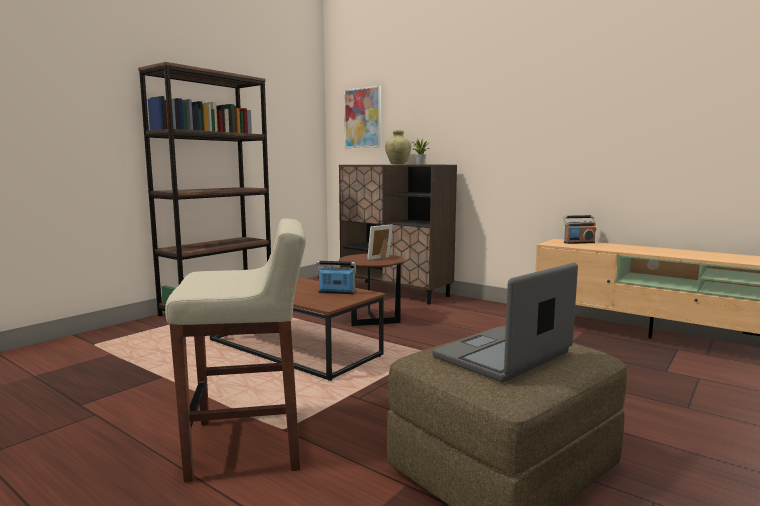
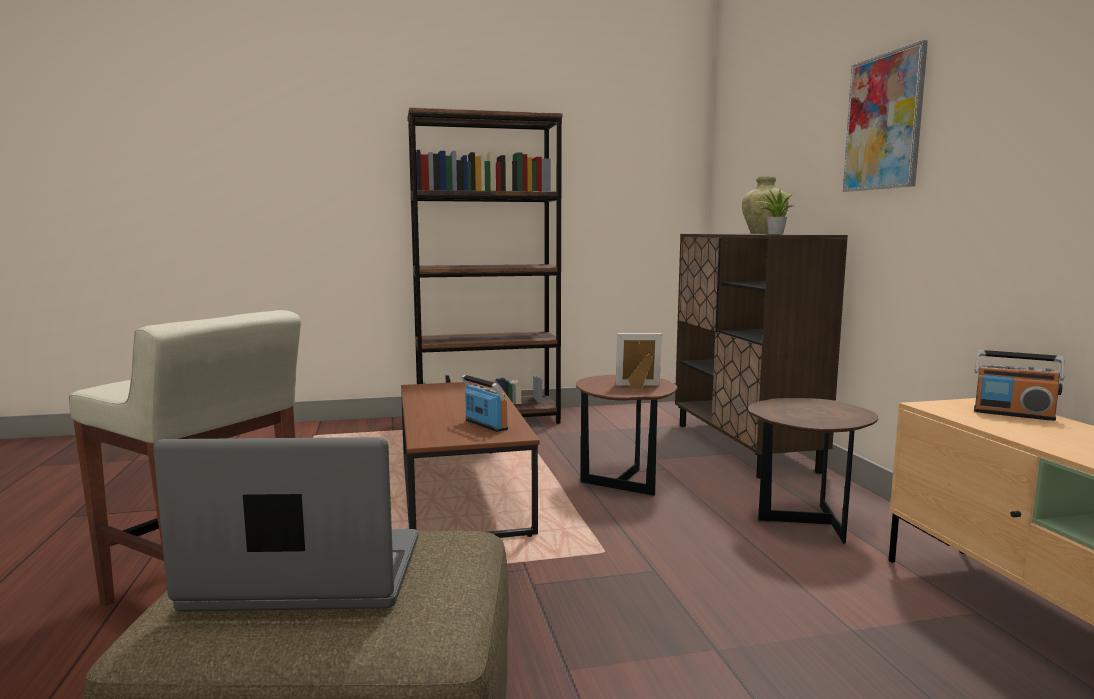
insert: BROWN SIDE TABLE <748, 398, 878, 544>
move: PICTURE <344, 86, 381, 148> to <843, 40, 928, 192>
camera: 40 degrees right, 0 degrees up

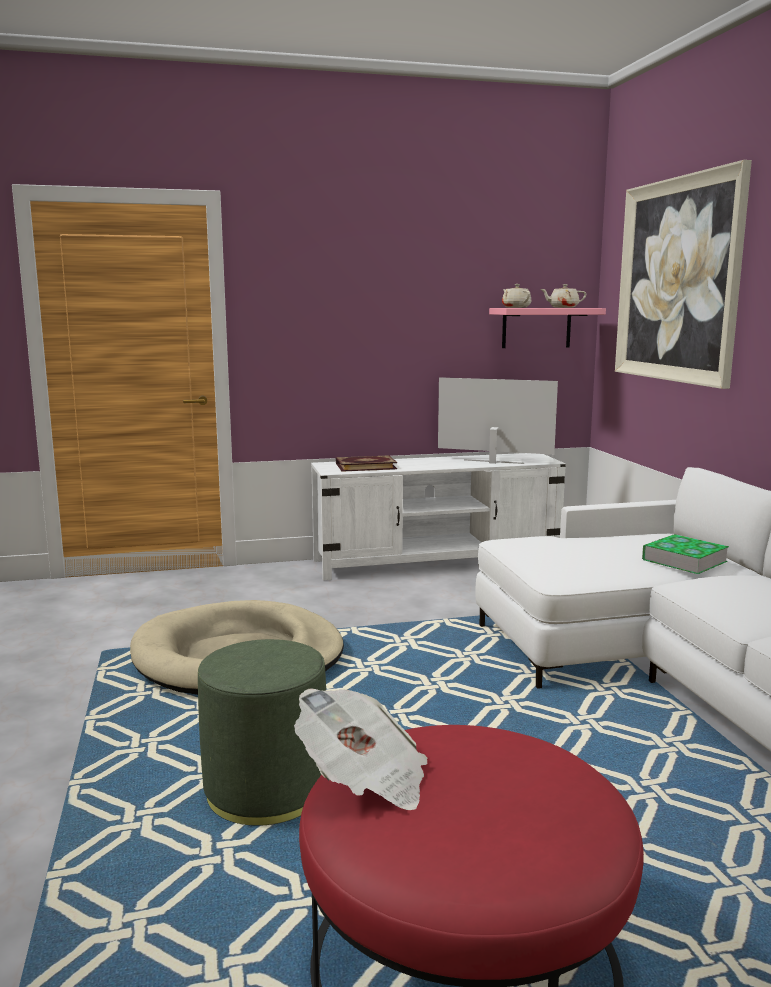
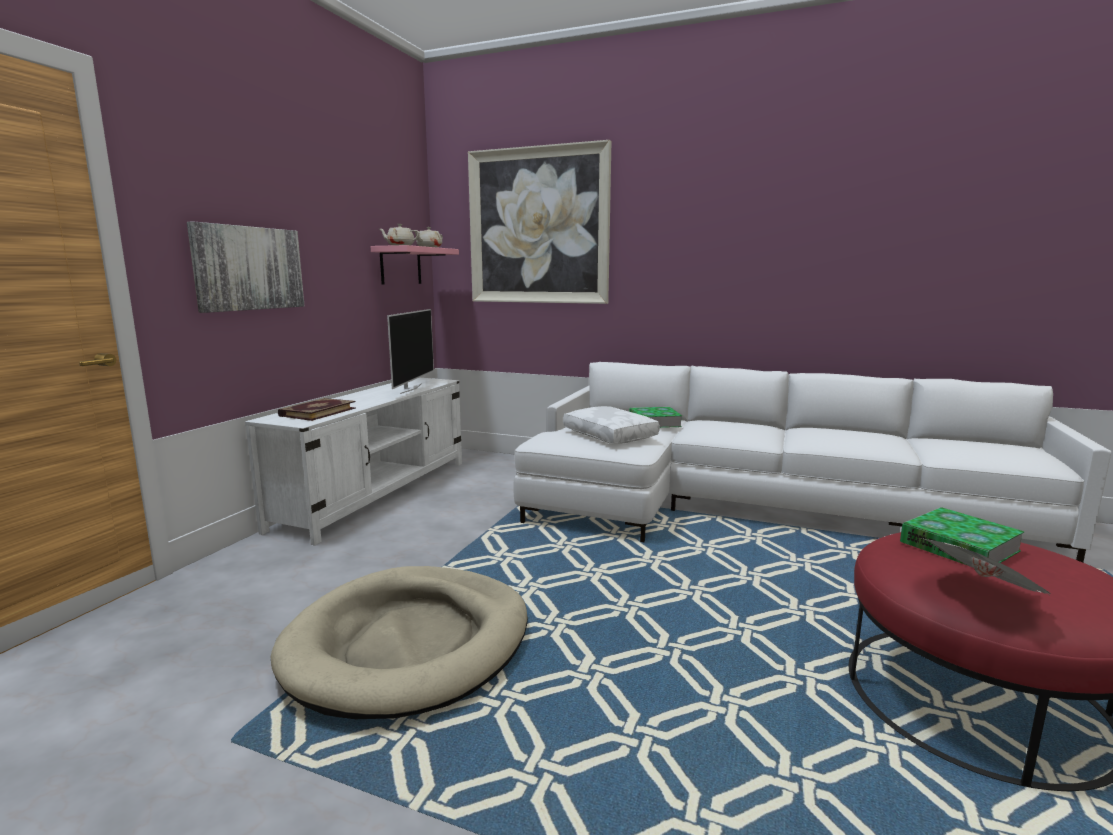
delete: GREEN OTTOMAN <198, 639, 326, 826>
insert: PICTURE <187, 221, 304, 313>; WHITE PILLOW <563, 406, 660, 444>; BOOK <900, 507, 1025, 565>
rotate: TELEVISION <438, 377, 558, 464> = <387, 309, 434, 394> 135 degrees clockwise
camera: 55 degrees left, 0 degrees up

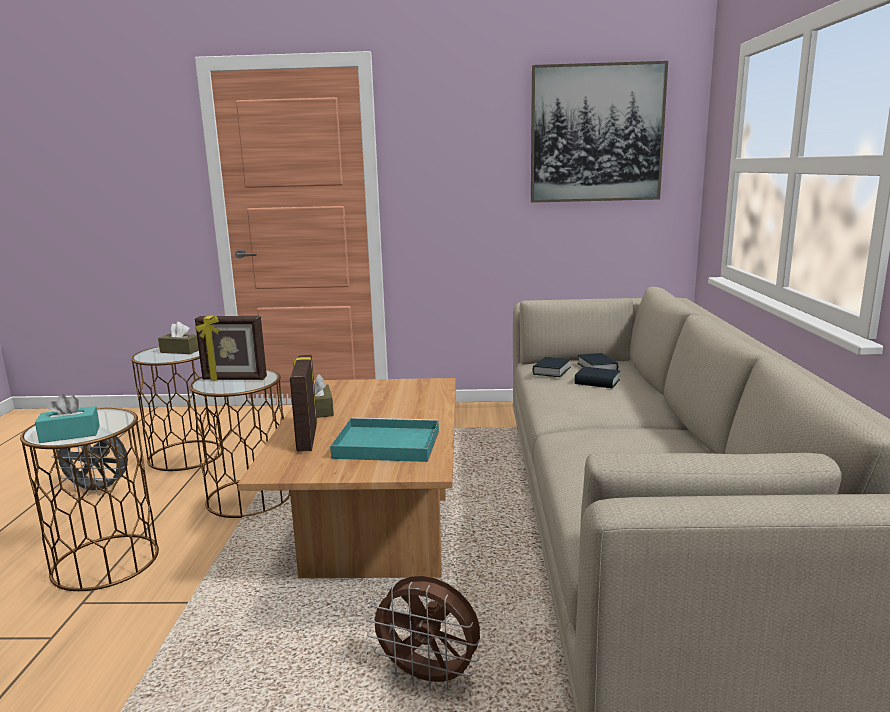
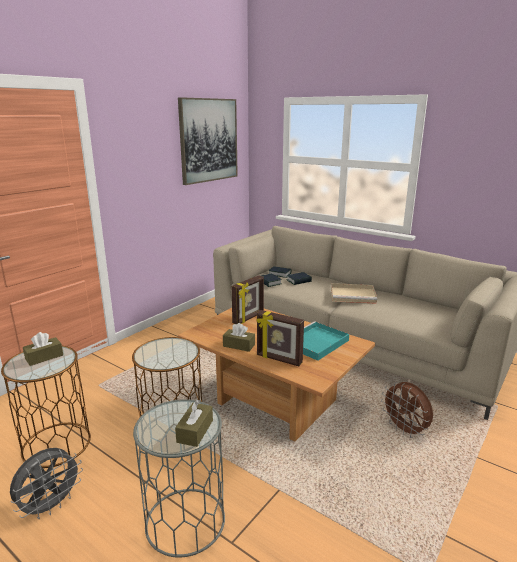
insert: BEIGE TRAY <331, 283, 377, 304>
move: PICTURE FRAME <195, 316, 267, 381> to <232, 275, 264, 324>
recolor: BROWN SIDE TABLE <20, 408, 159, 591> to GREY SIDE TABLE <133, 399, 225, 557>; TURQUOISE TISSUE BOX <35, 394, 100, 443> to BROWN TISSUE BOX <175, 399, 213, 447>
rotate: BROWN FAN <366, 576, 480, 691> = <381, 382, 433, 438> 90 degrees clockwise
camera: 55 degrees left, 5 degrees up

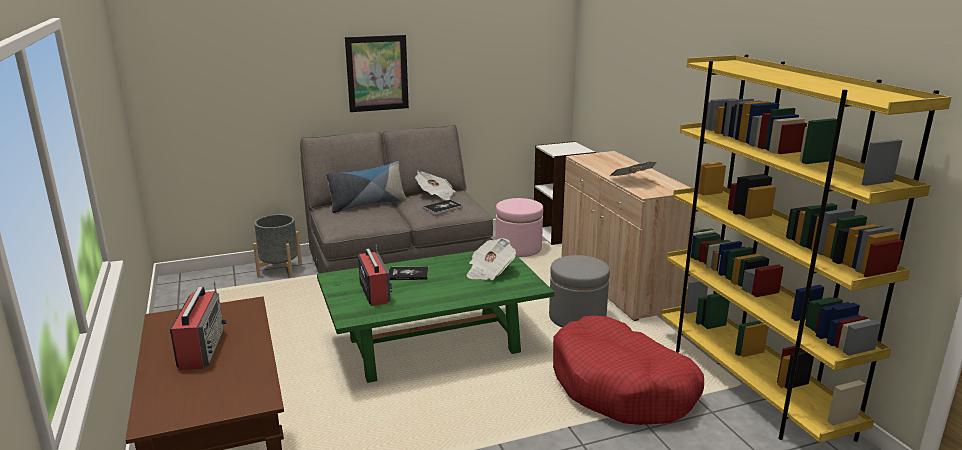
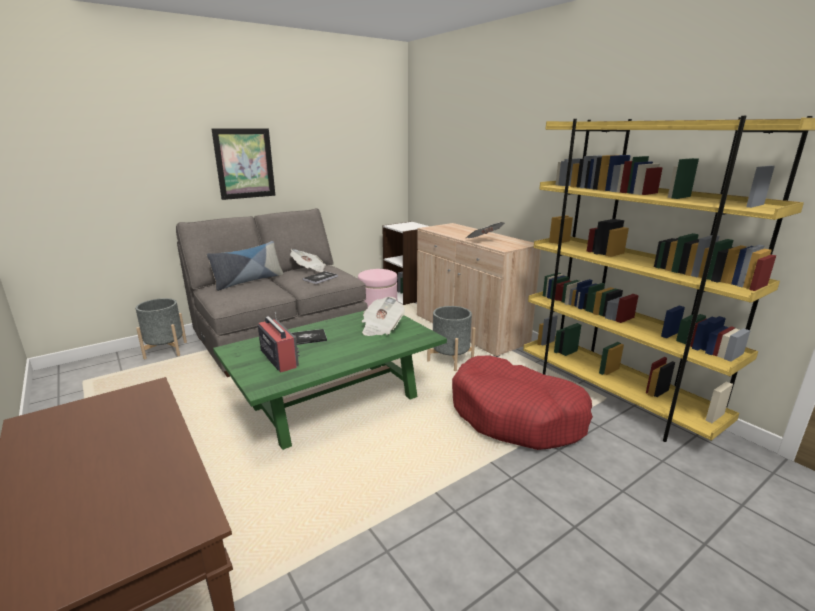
delete: RADIO <170, 282, 227, 370>
replace: GREY OTTOMAN <549, 255, 610, 327> to GREY PLANTER <427, 306, 476, 371>
camera: 15 degrees left, 0 degrees up

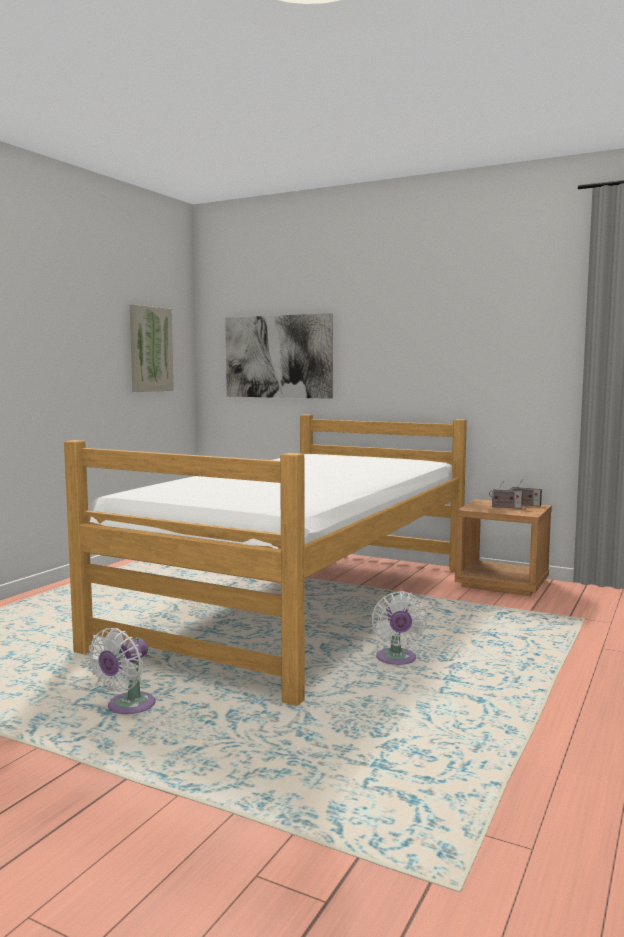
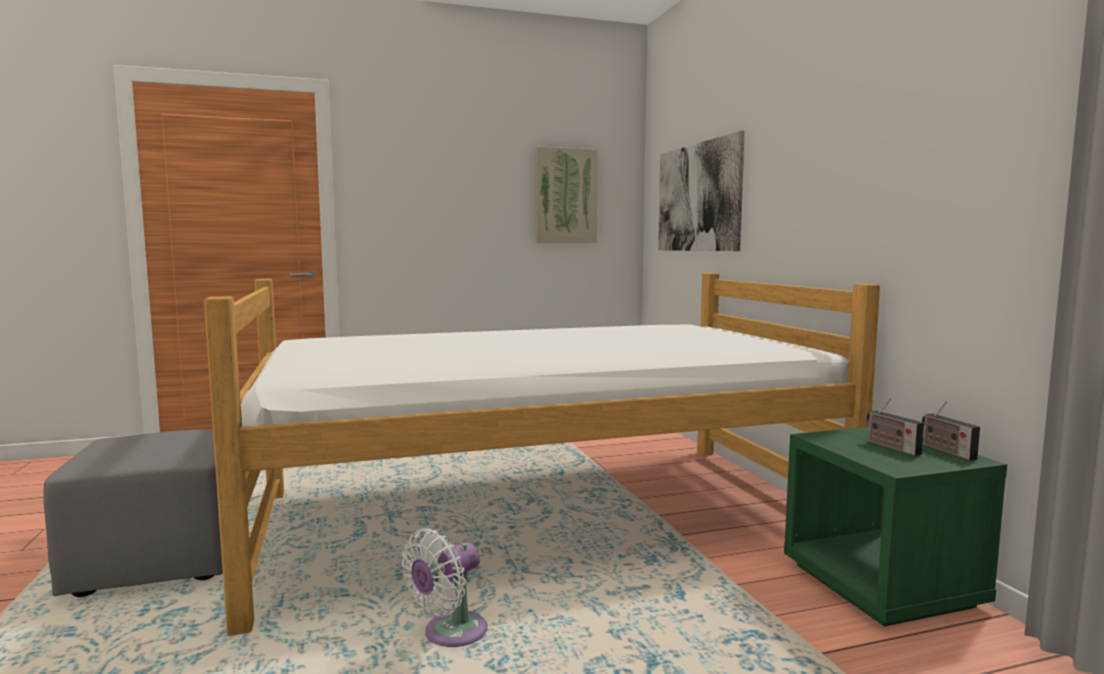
replace: WHITE FAN <88, 628, 156, 714> to GREY OTTOMAN <43, 429, 223, 597>
recolor: BROWN NIGHTSTAND <455, 499, 552, 596> to GREEN NIGHTSTAND <784, 427, 1007, 626>
camera: 45 degrees right, 0 degrees up

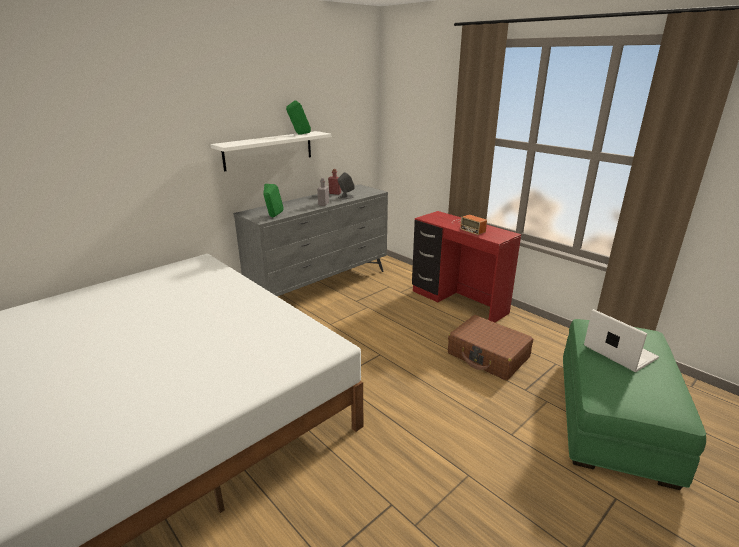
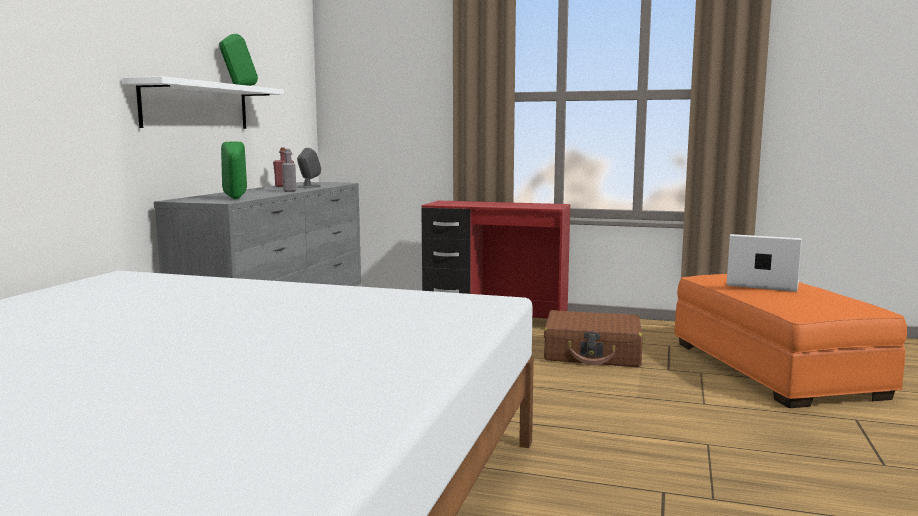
delete: RADIO <452, 215, 487, 235>
recolor: GREEN OTTOMAN <563, 319, 706, 490> to ORANGE OTTOMAN <674, 274, 907, 408>
camera: 30 degrees left, 15 degrees down

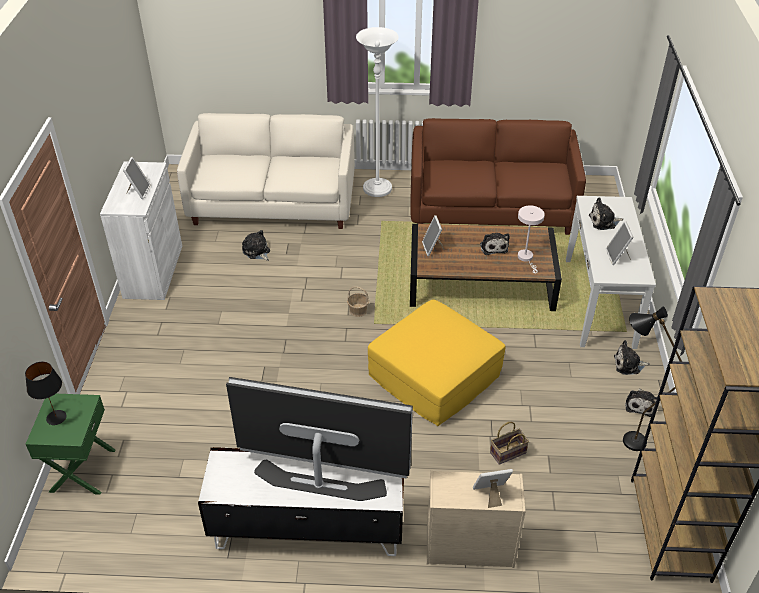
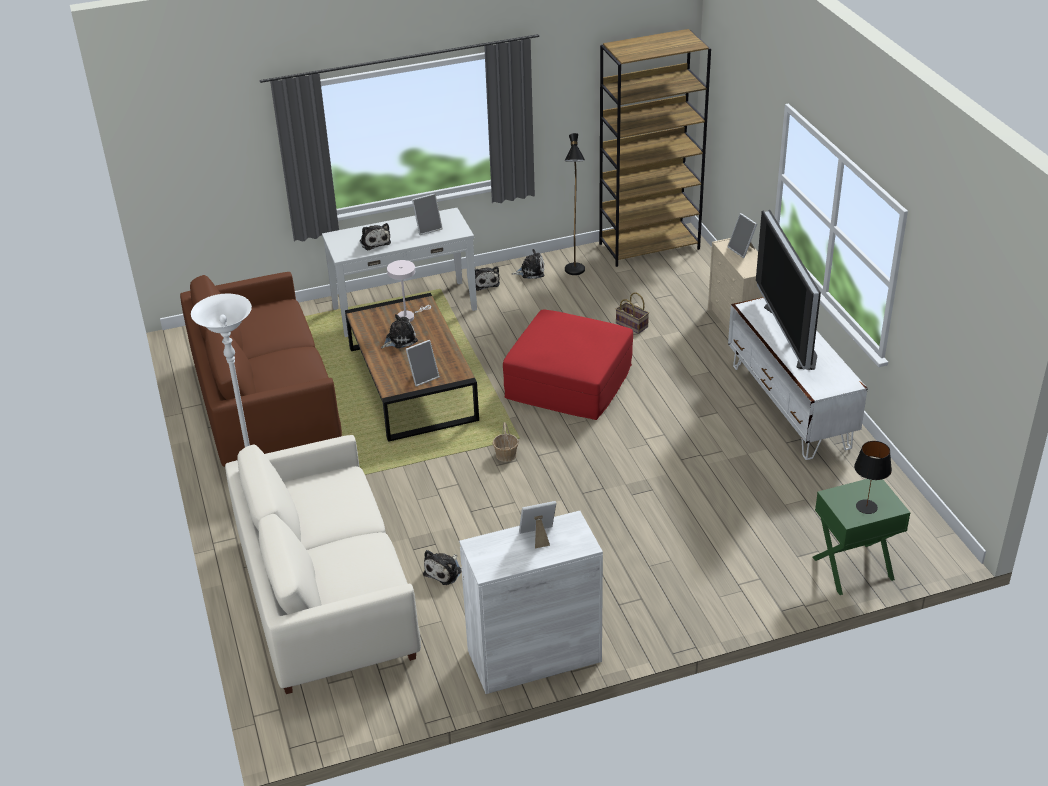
recolor: YELLOW OTTOMAN <368, 299, 506, 426> to RED OTTOMAN <503, 309, 633, 420>
camera: 110 degrees left, 5 degrees down

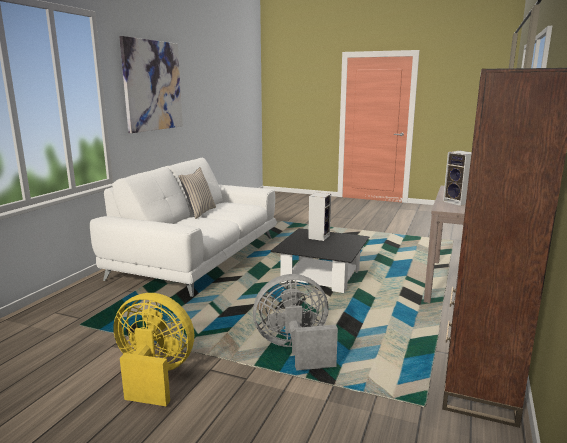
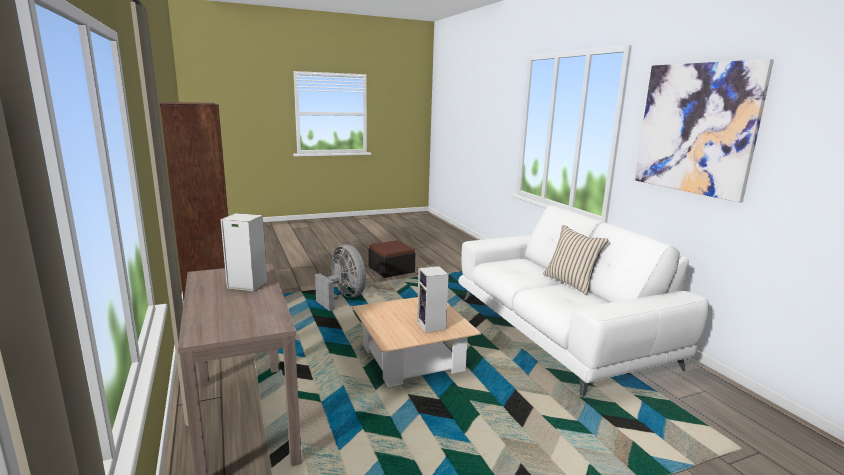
replace: YELLOW FAN <113, 293, 194, 406> to OTTOMAN <369, 240, 415, 278>
recolor: BLACK COFFEE TABLE <271, 228, 370, 293> to BEIGE COFFEE TABLE <352, 297, 481, 387>
rotate: GREY FAN <253, 274, 338, 371> = <315, 245, 366, 311> 75 degrees counterclockwise
camera: 135 degrees right, 0 degrees up

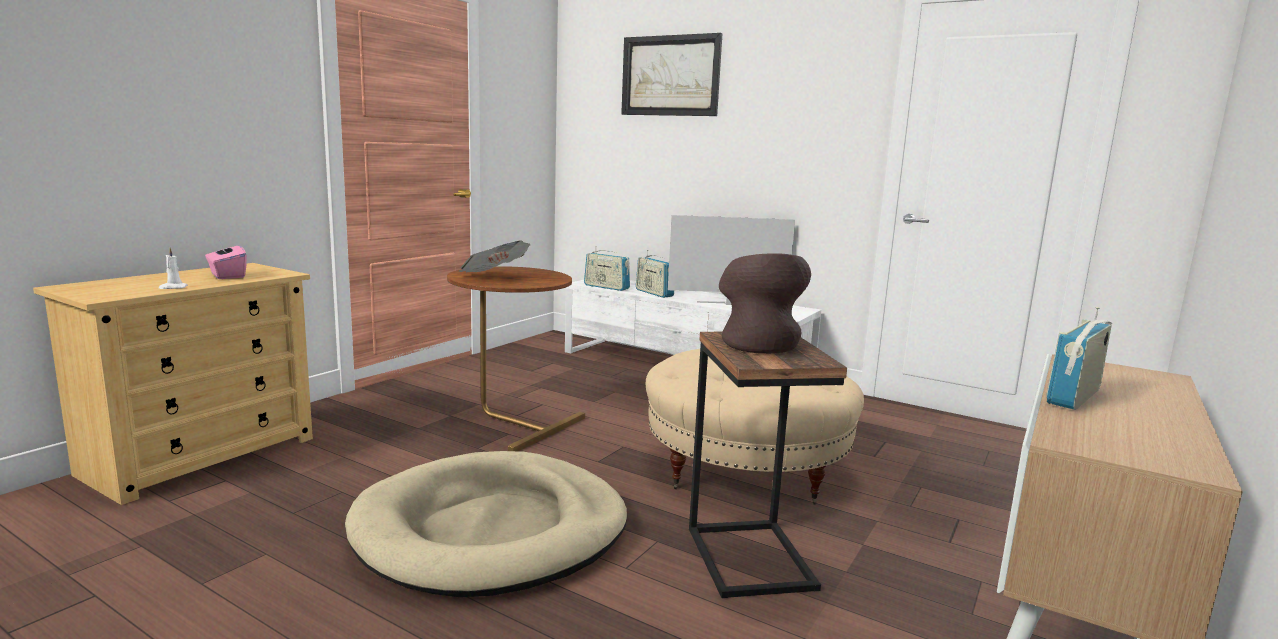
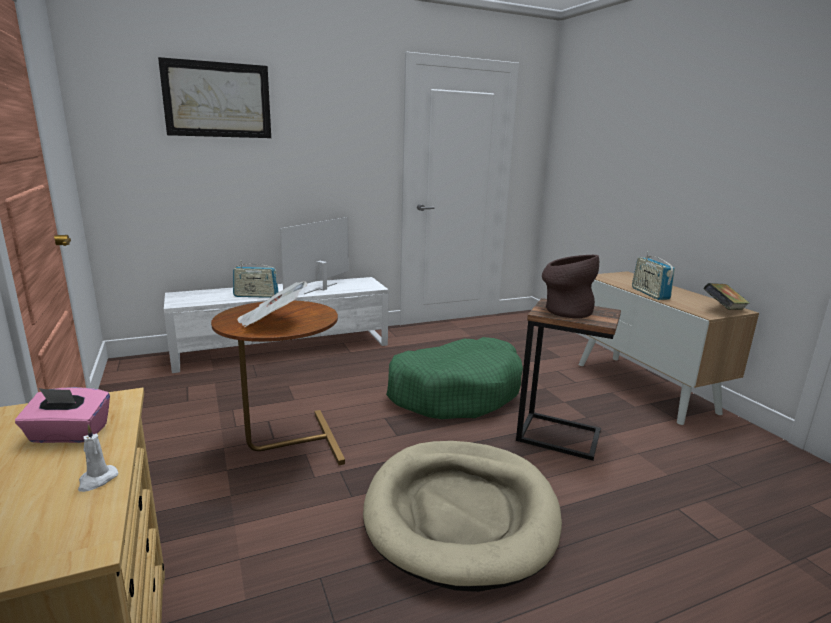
delete: RADIO <584, 246, 630, 291>
insert: BOOK <703, 283, 750, 310>
replace: BEIGE OTTOMAN <645, 349, 864, 505> to GREEN DOG BED <386, 337, 523, 419>
camera: 55 degrees left, 5 degrees up

